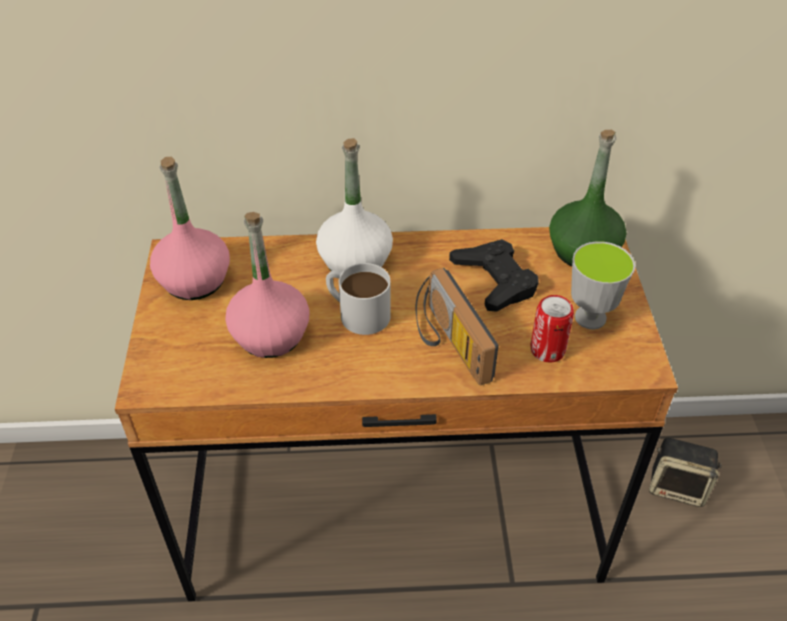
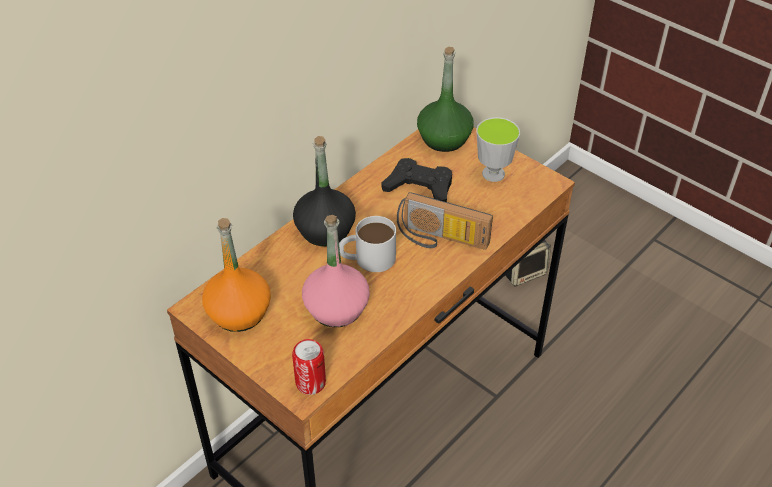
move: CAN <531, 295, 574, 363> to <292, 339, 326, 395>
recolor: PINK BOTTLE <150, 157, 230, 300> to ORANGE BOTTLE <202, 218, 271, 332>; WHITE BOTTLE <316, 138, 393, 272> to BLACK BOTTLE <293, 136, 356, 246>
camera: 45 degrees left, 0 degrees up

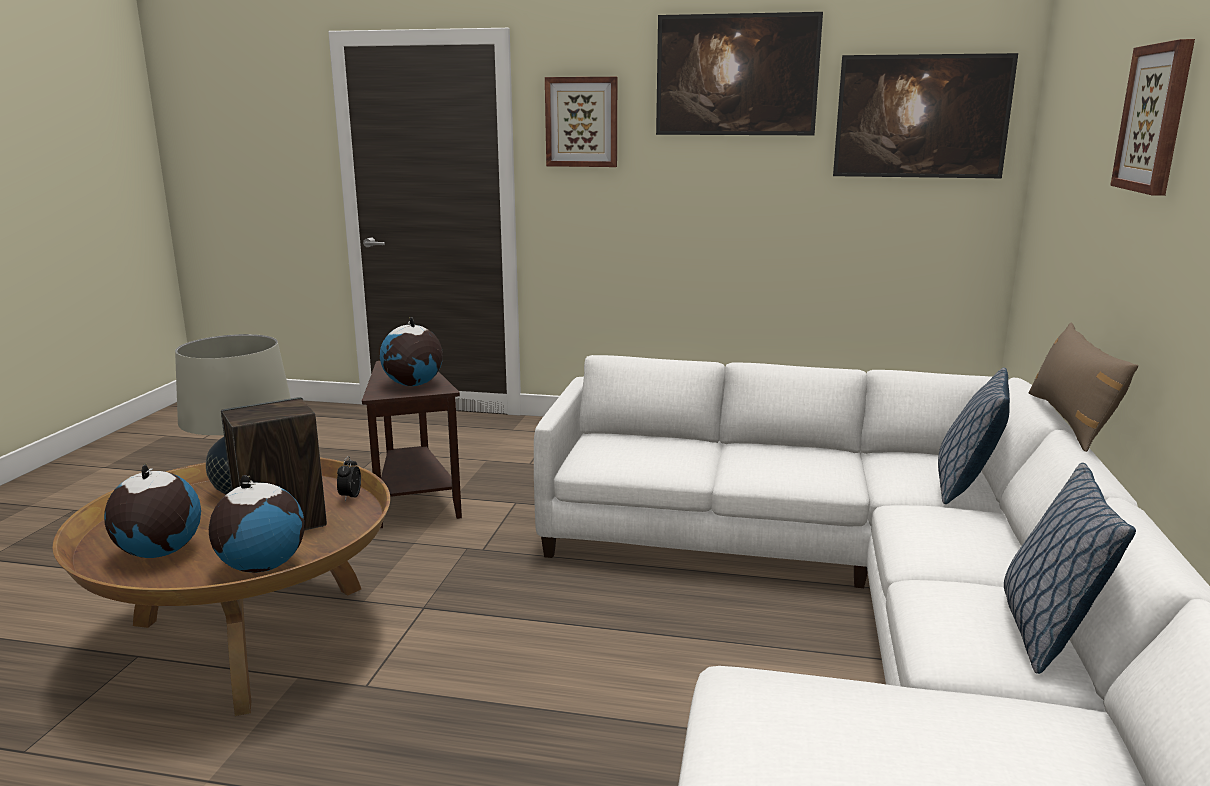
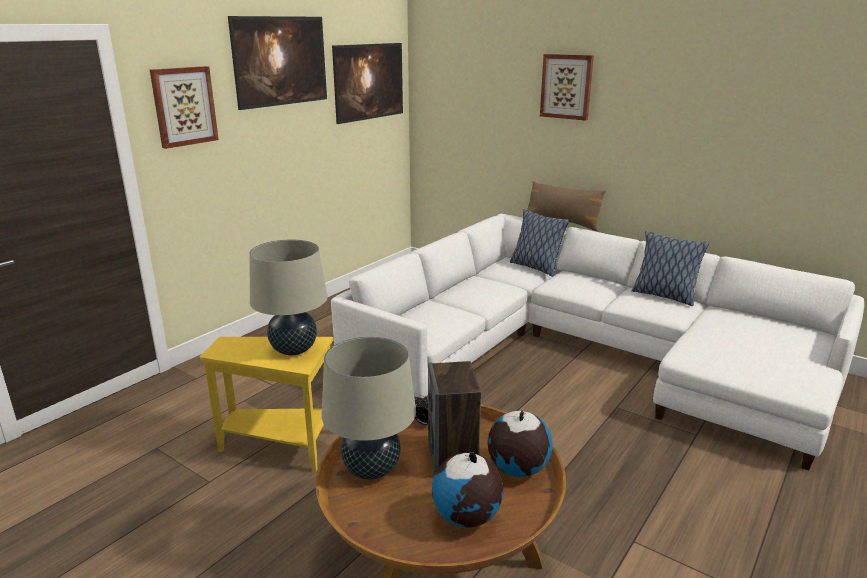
replace: GLOBE <380, 317, 443, 386> to BEIGE TABLE LAMP <249, 240, 328, 356>
recolor: BROWN SIDE TABLE <362, 361, 462, 528> to YELLOW SIDE TABLE <200, 337, 333, 472>
camera: 65 degrees left, 5 degrees up

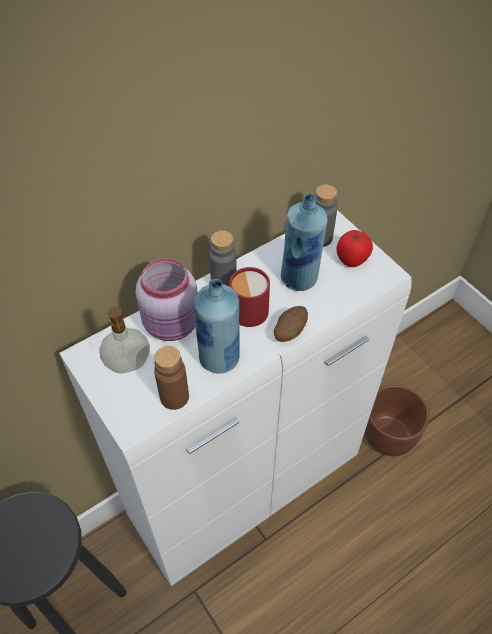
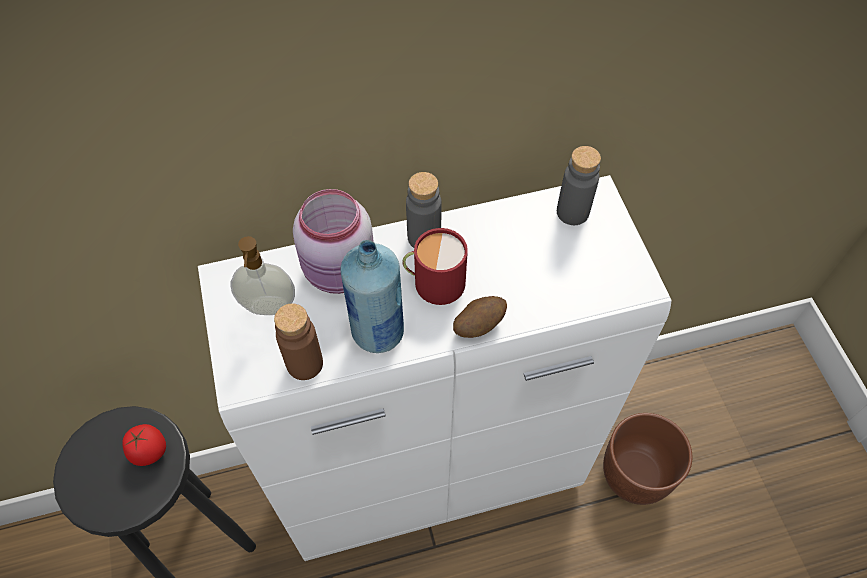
delete: BLUE BOTTLE <281, 194, 328, 291>
move: TOMATO <336, 230, 373, 267> to <122, 424, 166, 466>
camera: 20 degrees right, 5 degrees up

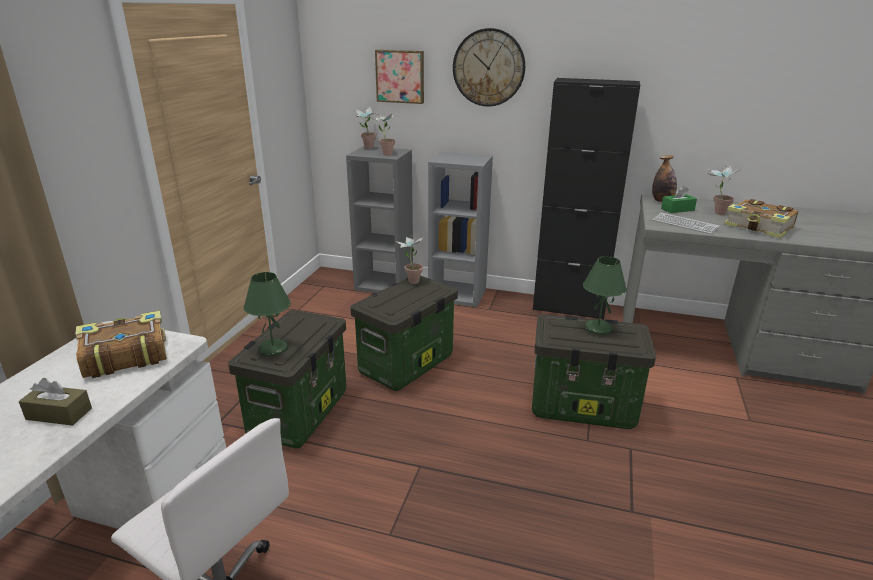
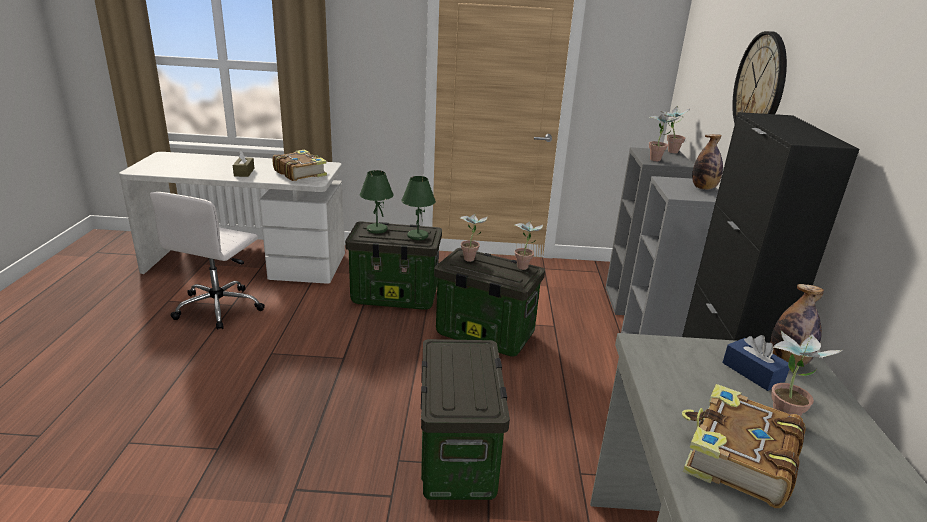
delete: PICTURE <375, 50, 424, 104>; KEYBOARD <653, 213, 720, 234>
insert: POTTED PLANT <460, 213, 487, 262>; BOTTLE <692, 134, 723, 190>
move: GREEN TABLE LAMP <583, 256, 627, 335> to <401, 176, 436, 240>
recolor: GREEN TISSUE BOX <661, 186, 697, 213> to BLUE TISSUE BOX <722, 335, 789, 391>
camera: 75 degrees right, 0 degrees up

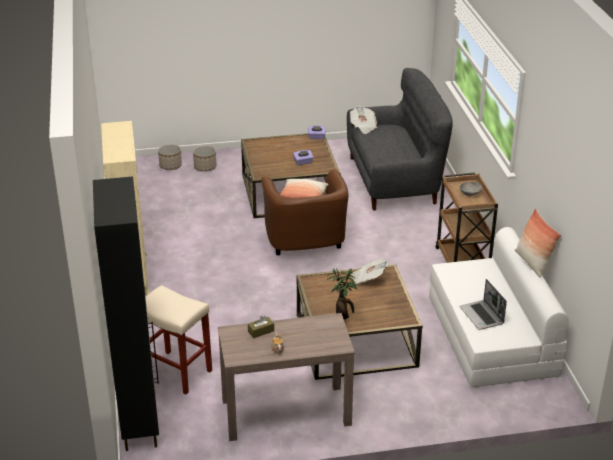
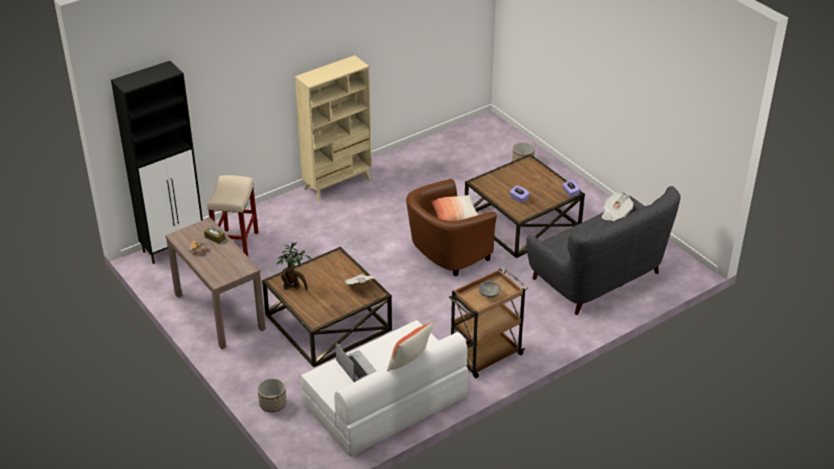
move: PLANTER <158, 144, 182, 170> to <258, 378, 287, 413>
rotate: LAPTOP <460, 279, 507, 330> = <335, 341, 376, 382> 105 degrees clockwise
camera: 65 degrees right, 5 degrees up

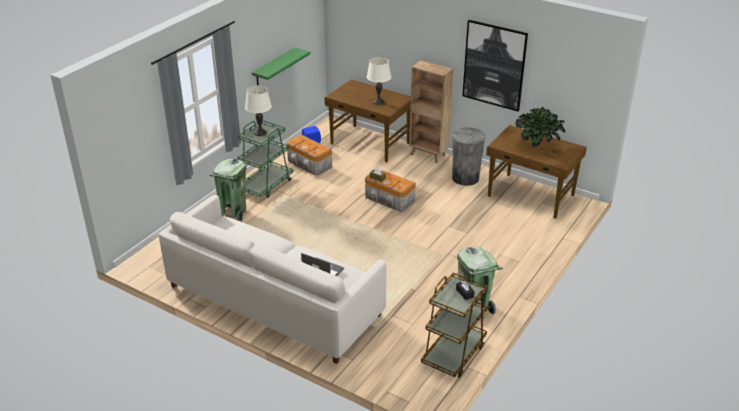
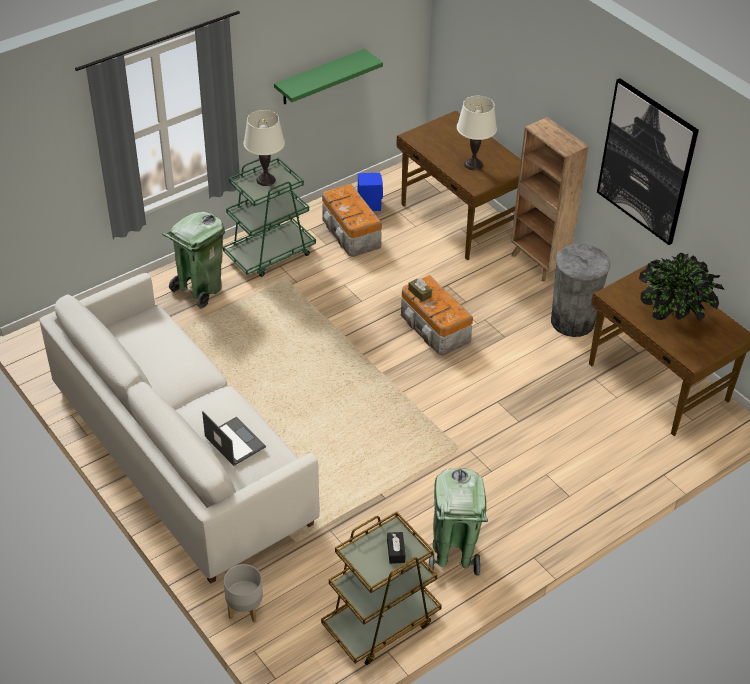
insert: GREY PLANTER <224, 564, 263, 623>
camera: 20 degrees right, 10 degrees up

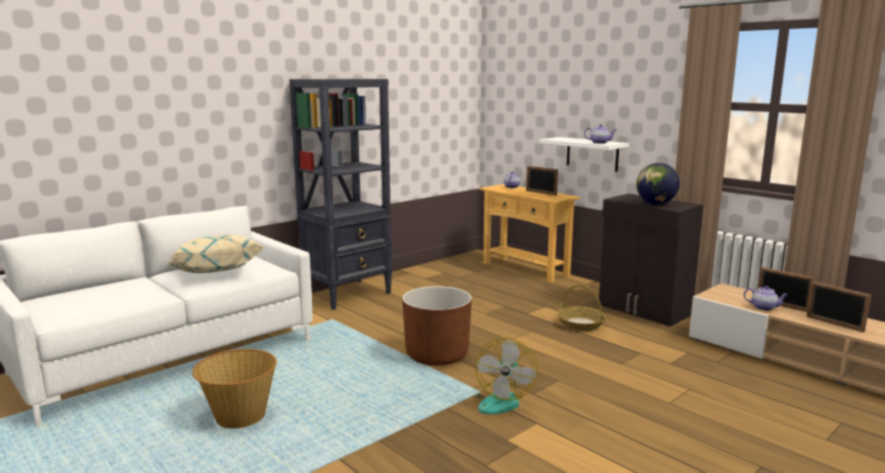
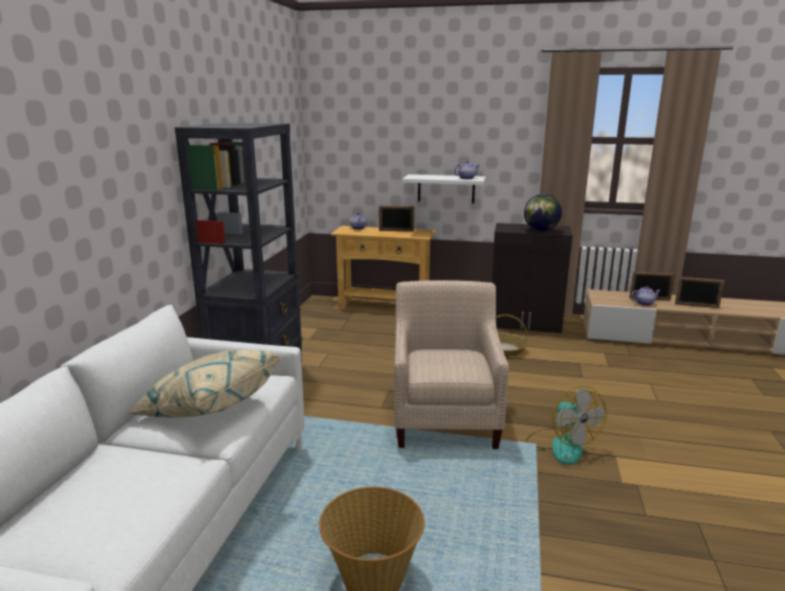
replace: BROWN PLANTER <402, 286, 472, 366> to BEIGE ARMCHAIR <394, 280, 509, 449>
camera: 35 degrees left, 5 degrees up

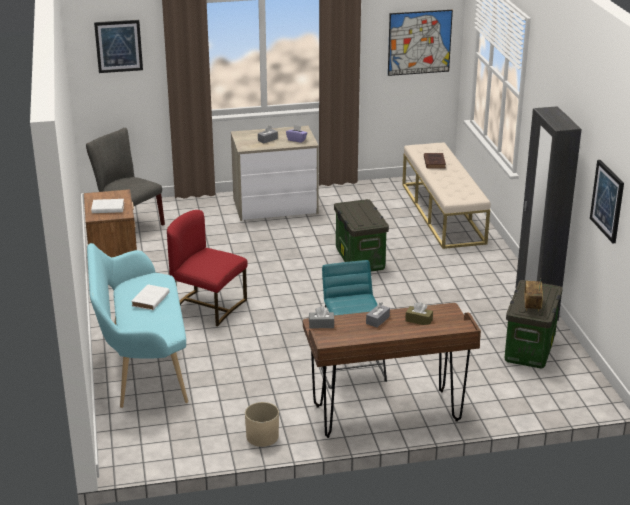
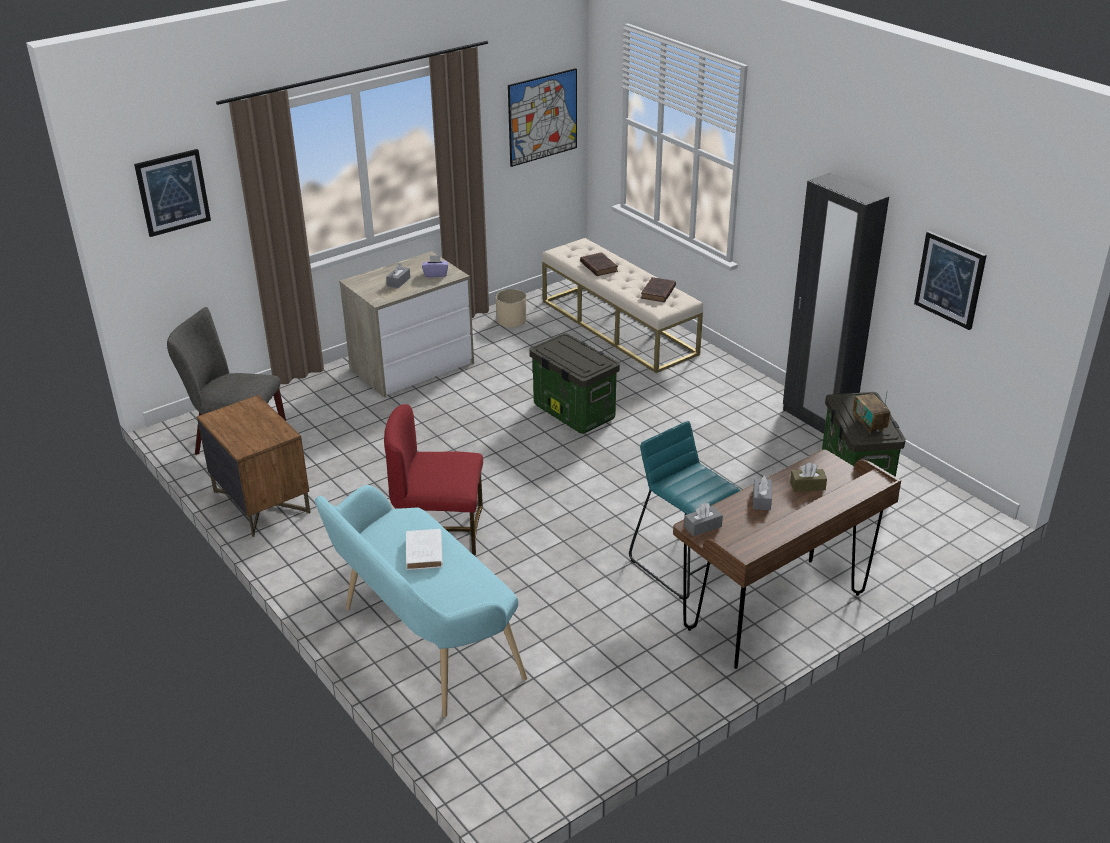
delete: WHITE BOOK <91, 199, 124, 213>
insert: BROWN BOOK <641, 277, 676, 302>
move: BEIGE PLANTER <245, 402, 279, 447> to <496, 289, 526, 327>
camera: 25 degrees left, 5 degrees up

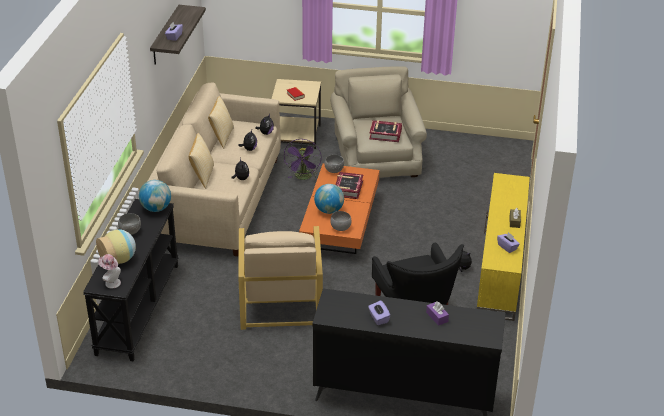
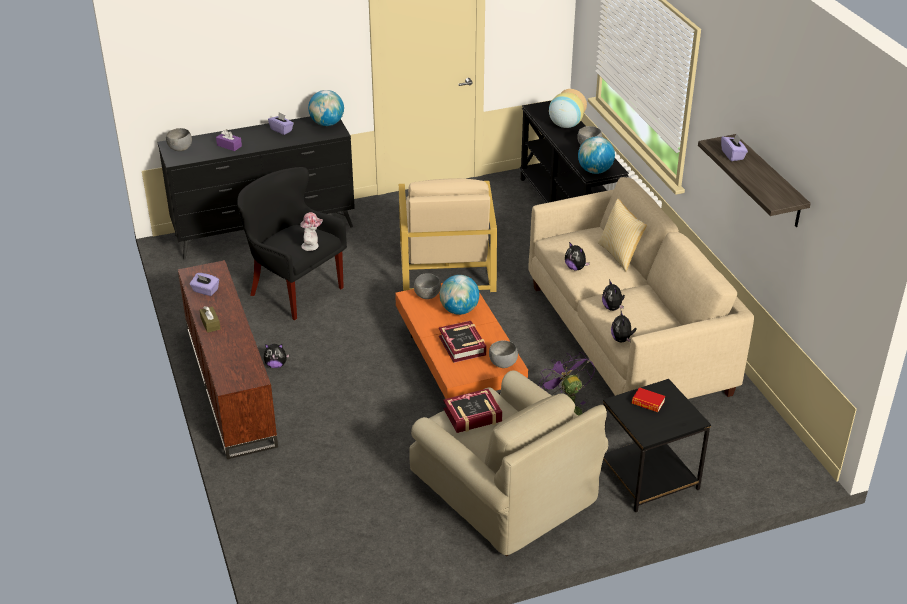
delete: PILLOW <208, 96, 234, 148>
insert: GREY BOWL <166, 128, 192, 151>; GLOBE <308, 90, 344, 126>
move: HAT <98, 254, 121, 288> to <300, 212, 323, 251>
recolor: YELLOW TV STAND <477, 173, 530, 321> to BROWN TV STAND <178, 260, 278, 459>; BEIGE SIDE TABLE <272, 79, 321, 149> to BLACK SIDE TABLE <603, 379, 711, 512>
rotate: BEIGE ARMCHAIR <238, 226, 323, 330> = <399, 178, 497, 292> 150 degrees counterclockwise
camera: 150 degrees right, 0 degrees up

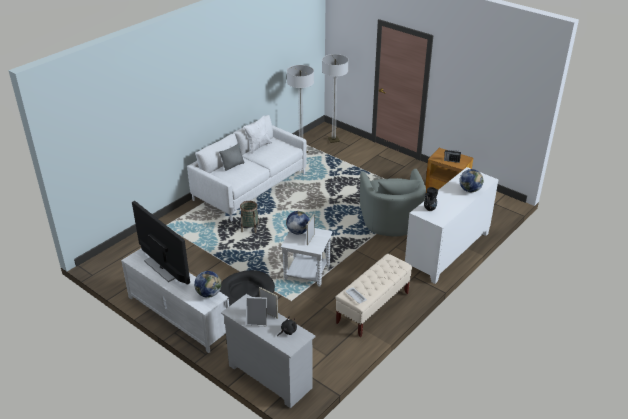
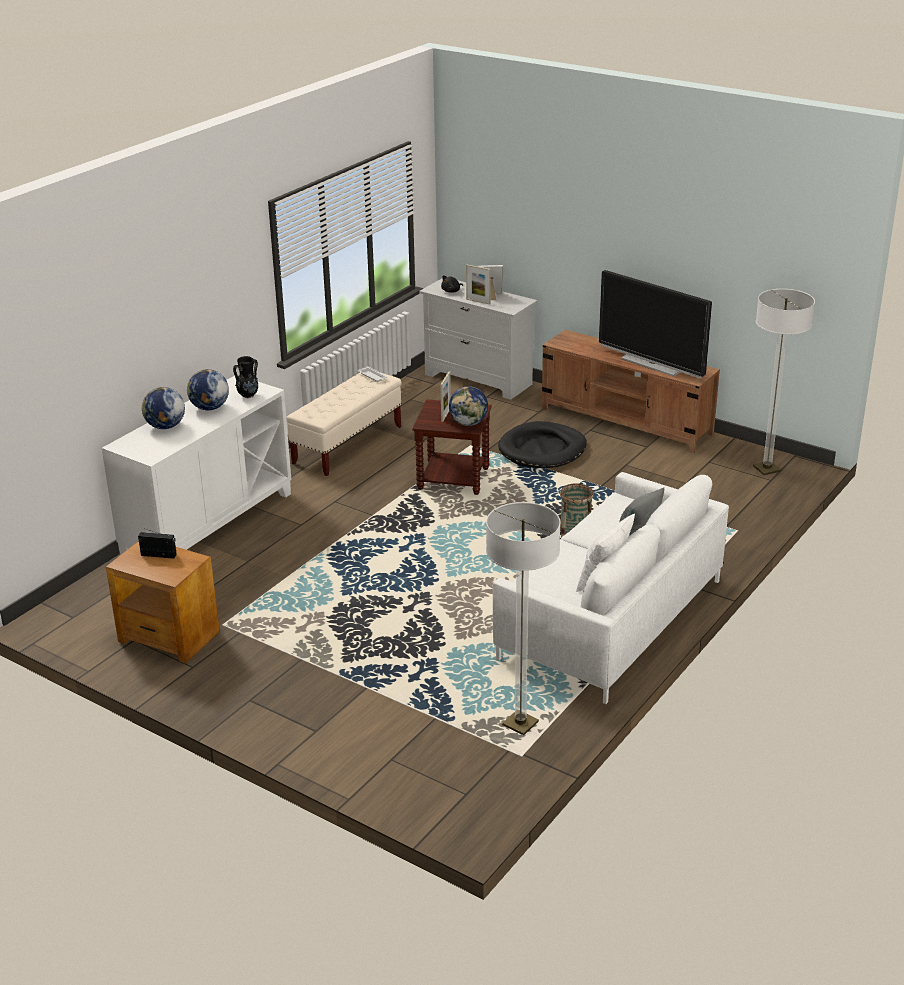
delete: GREY ARMCHAIR <360, 169, 426, 236>
move: GLOBE <194, 271, 221, 298> to <187, 369, 229, 410>; FLOOR LAMP <322, 54, 348, 143> to <753, 289, 815, 475>
recolor: WHITE SIDE TABLE <281, 228, 332, 287> to BROWN SIDE TABLE <412, 400, 492, 495>; WHITE TV STAND <121, 249, 229, 353> to BROWN TV STAND <542, 330, 720, 453>
camera: 175 degrees right, 5 degrees down

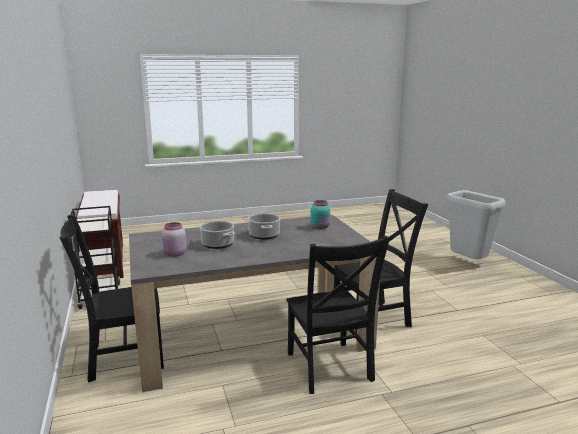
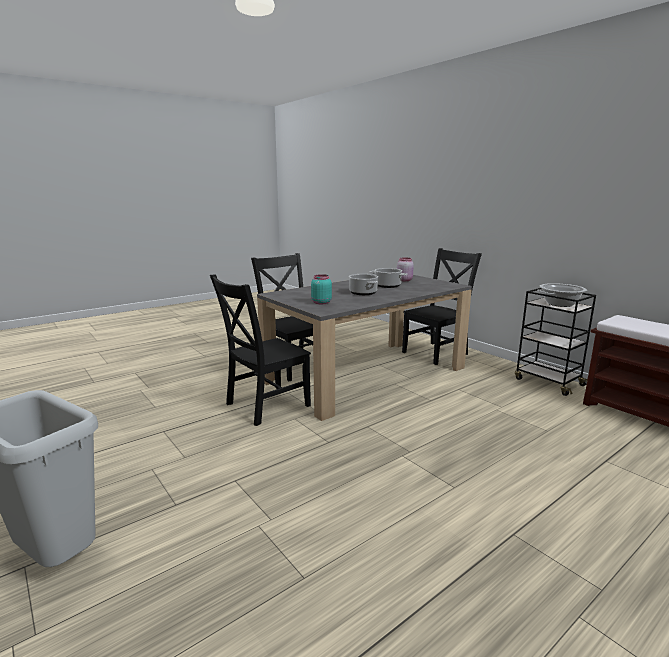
insert: COOKING POT <537, 283, 588, 307>
camera: 160 degrees right, 0 degrees up

